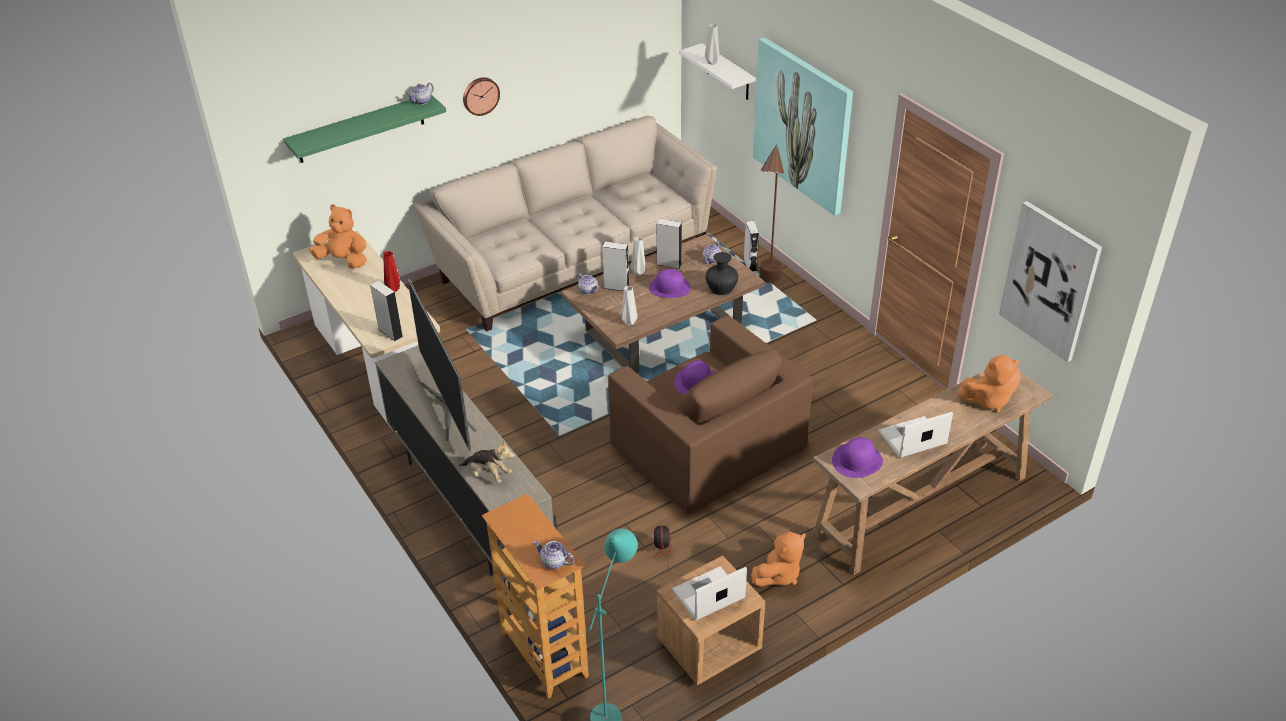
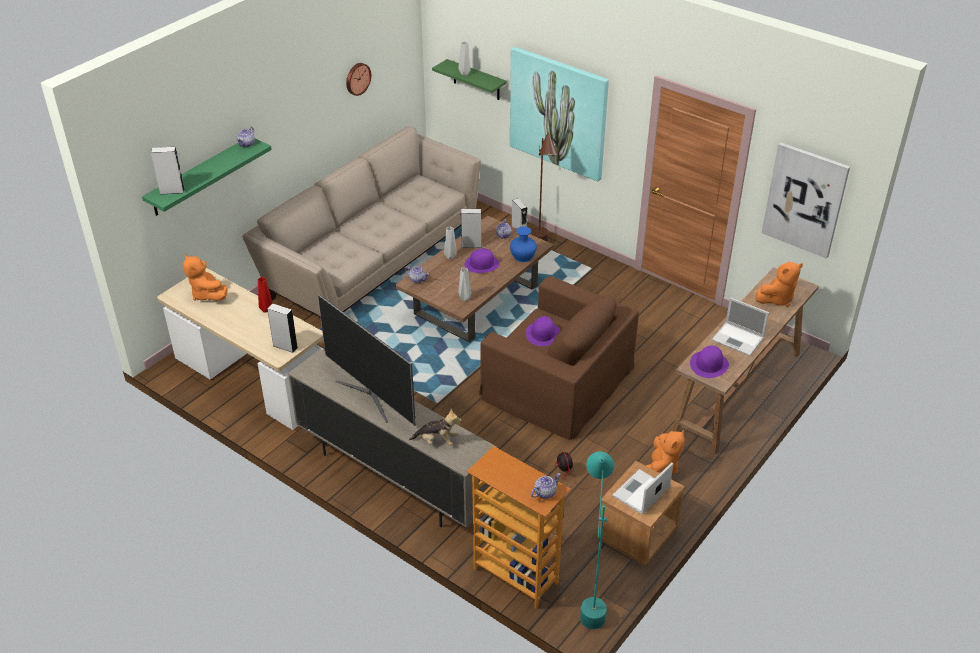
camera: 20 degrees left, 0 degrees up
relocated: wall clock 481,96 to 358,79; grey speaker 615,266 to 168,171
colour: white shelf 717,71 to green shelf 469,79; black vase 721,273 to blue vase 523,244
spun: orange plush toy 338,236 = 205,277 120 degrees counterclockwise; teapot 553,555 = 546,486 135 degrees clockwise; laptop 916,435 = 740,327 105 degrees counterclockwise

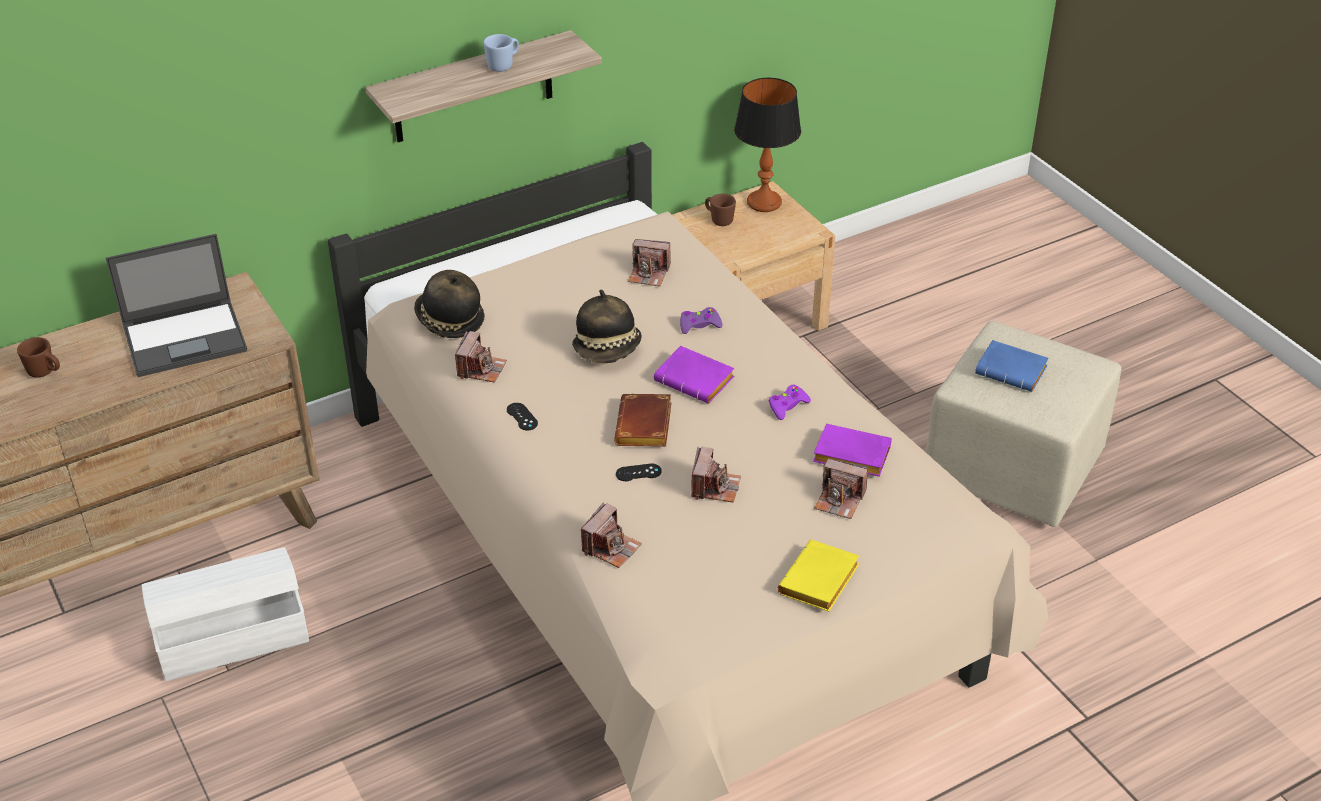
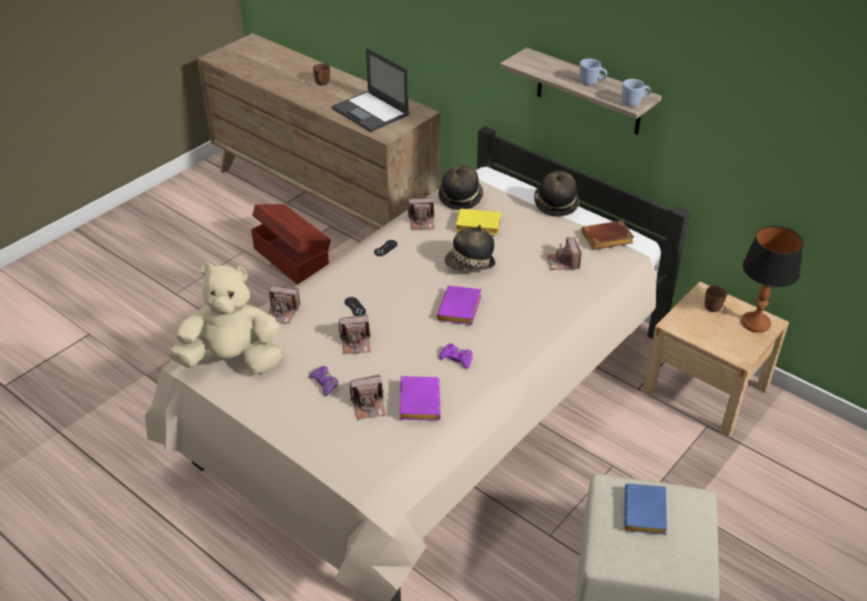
camera: 70 degrees right, 0 degrees up
appeared: beige plush toy 225,318; hat 556,194; blue mug 636,92
relocated: brown book 643,420 to 608,235; purple game controller 701,320 to 323,381; yellow book 818,576 to 478,222
colour: white storage box 225,614 to brown storage box 291,244
spun: photo camera 841,488 = 368,397 105 degrees counterclockwise

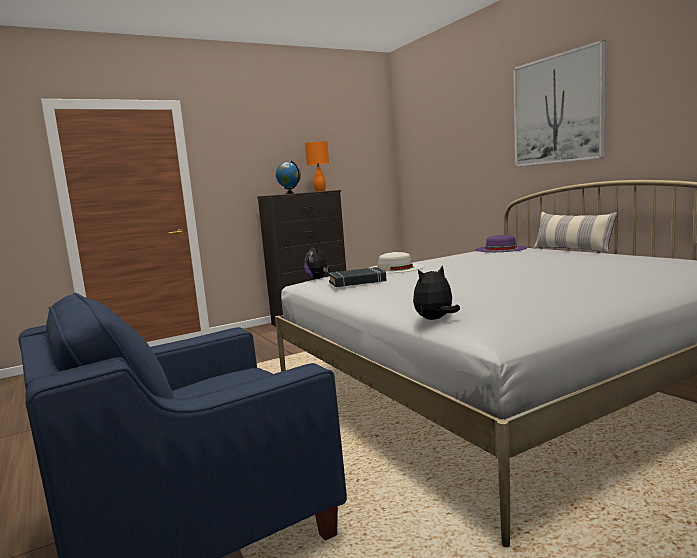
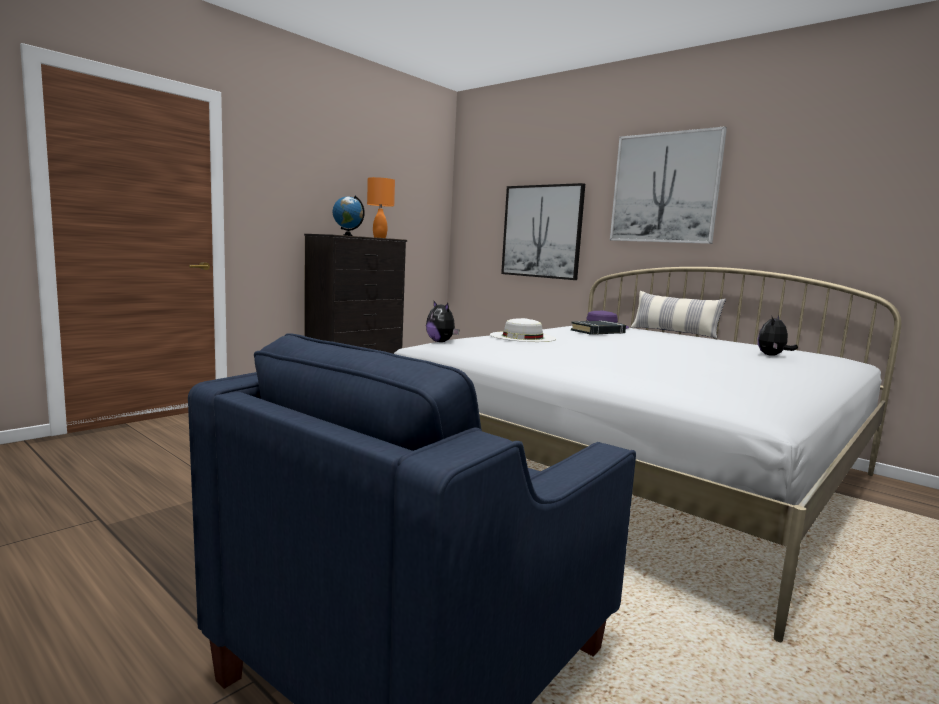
camera: 20 degrees left, 0 degrees up
appeared: picture 543,231
relocated: black book 357,277 to 598,328; plush toy 436,292 to 778,335

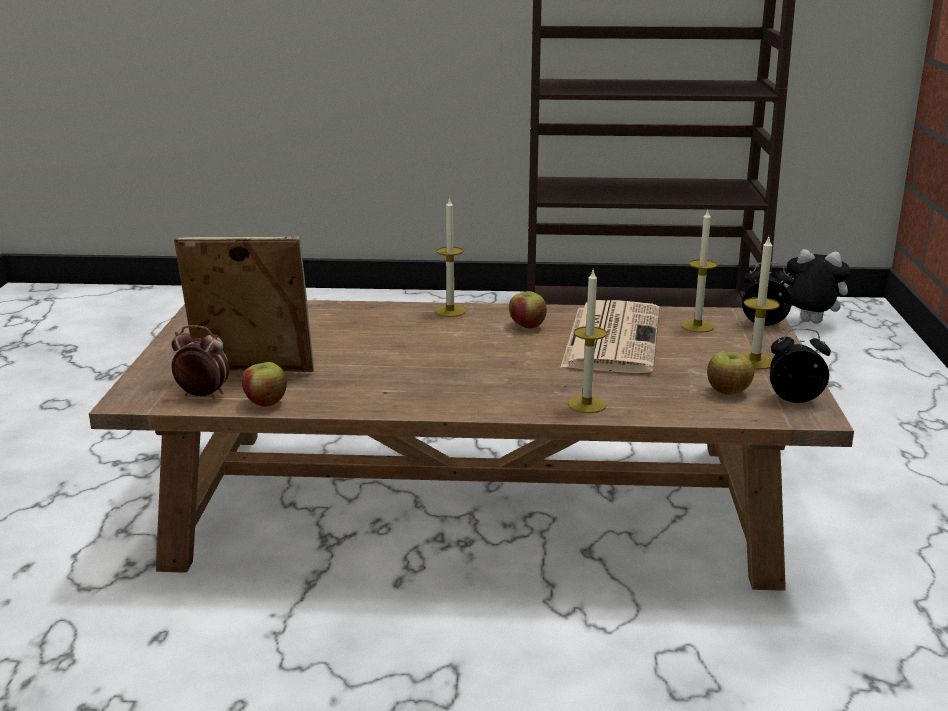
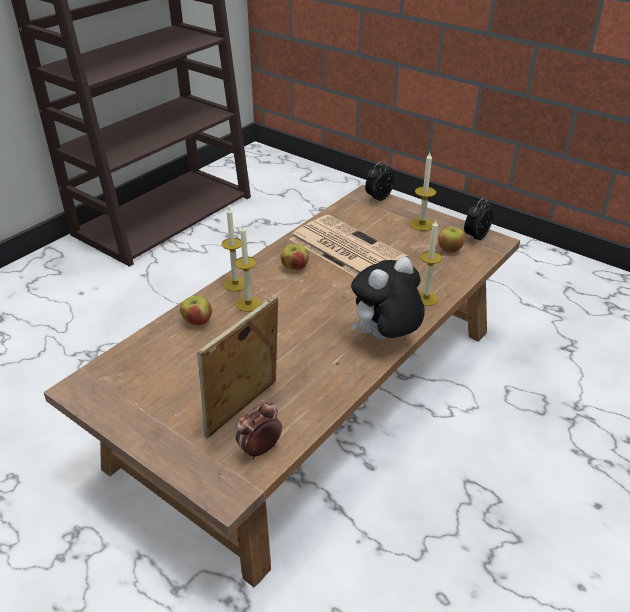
camera: 55 degrees left, 15 degrees up
relocated: apple 264,384 to 196,311; candle 699,271 to 248,268; plush toy 817,286 to 388,298

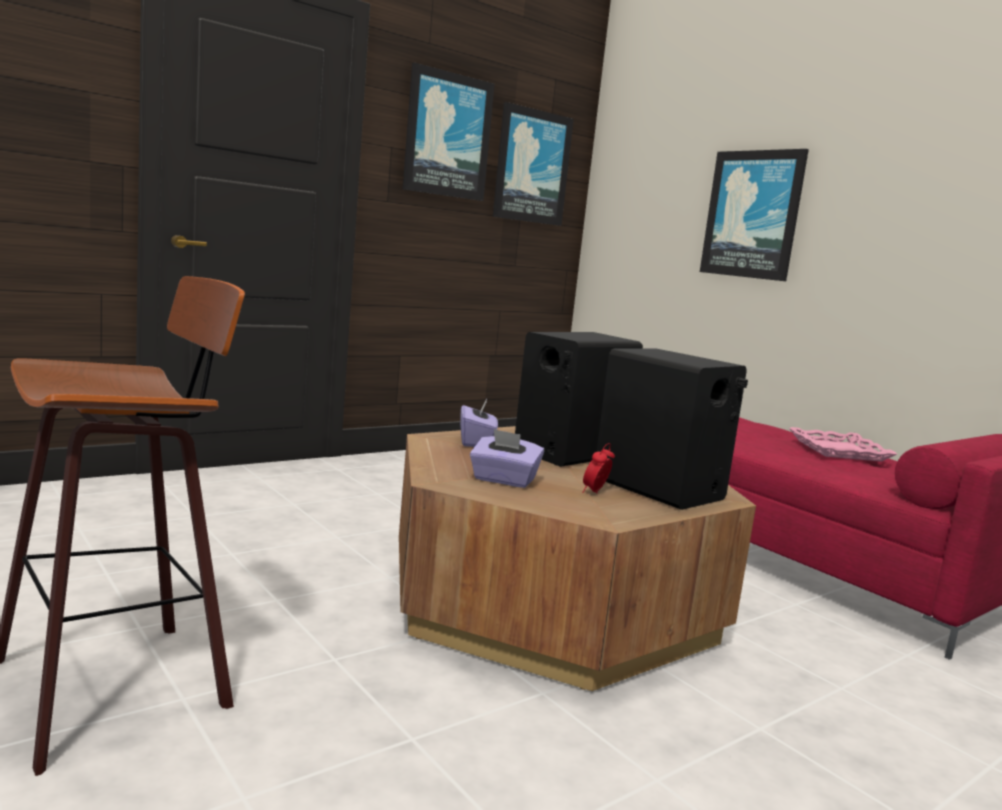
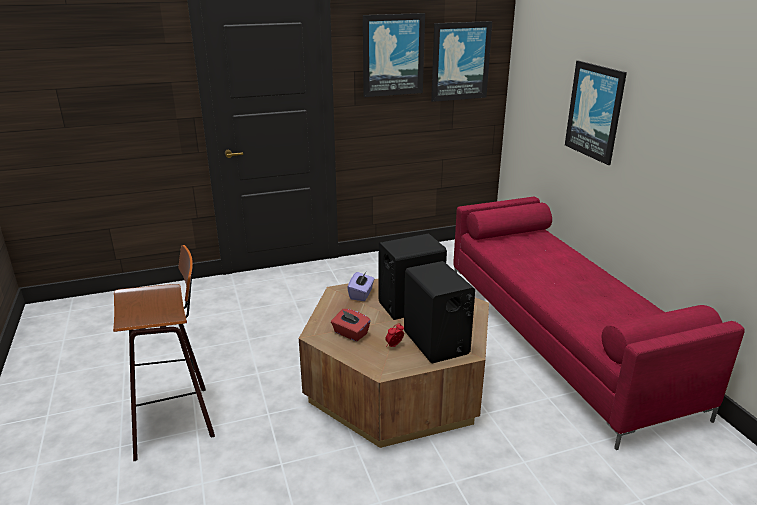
camera: 20 degrees right, 15 degrees up
missing: pink tray 843,444
colour: purple tissue box 507,458 to red tissue box 351,325

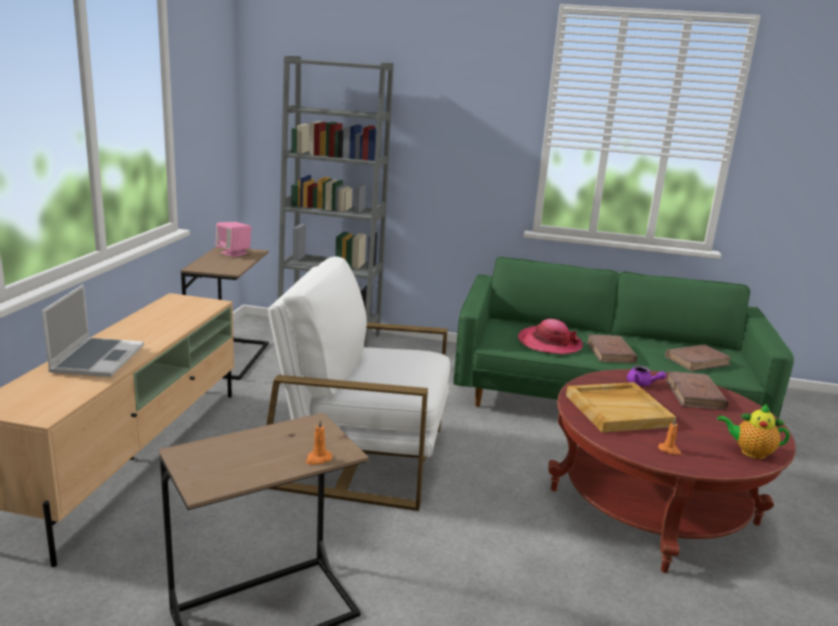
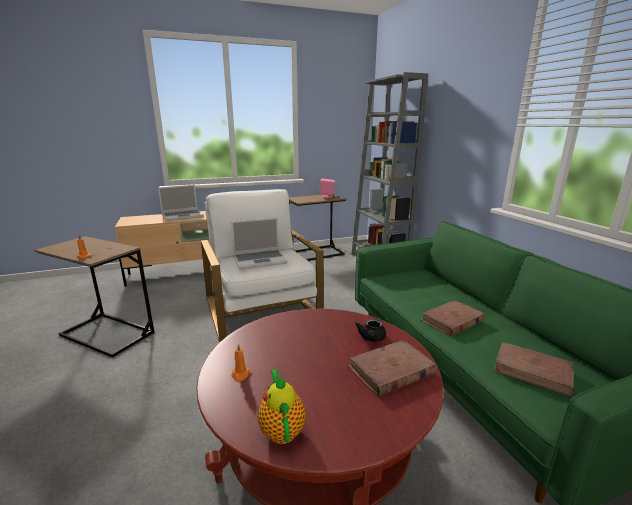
camera: 60 degrees right, 0 degrees up
missing: hat 550,336; beige tray 621,407
appeared: laptop 259,244
colour: purple teapot 646,375 to black teapot 370,330

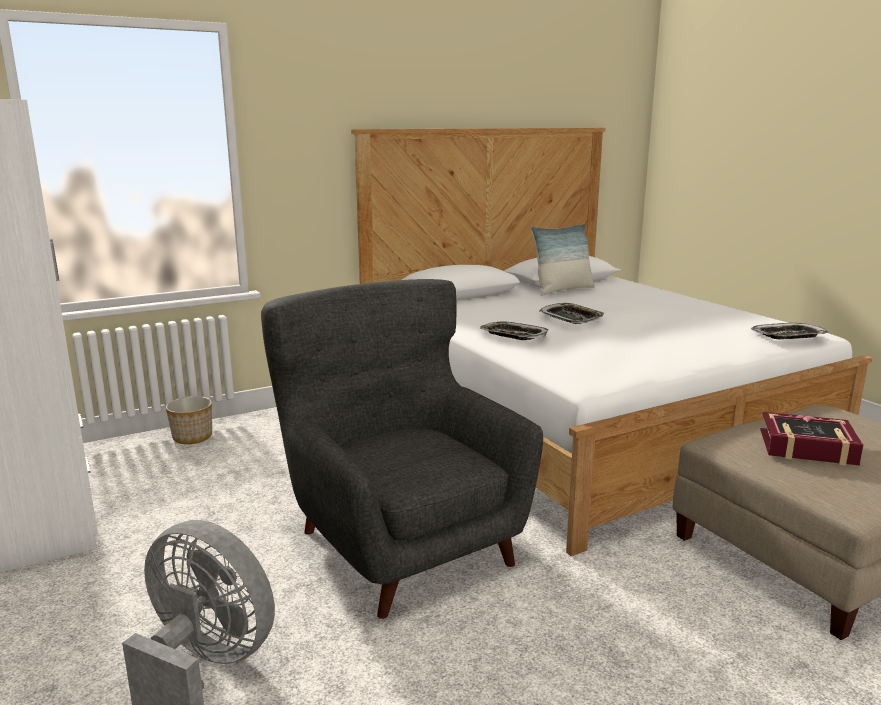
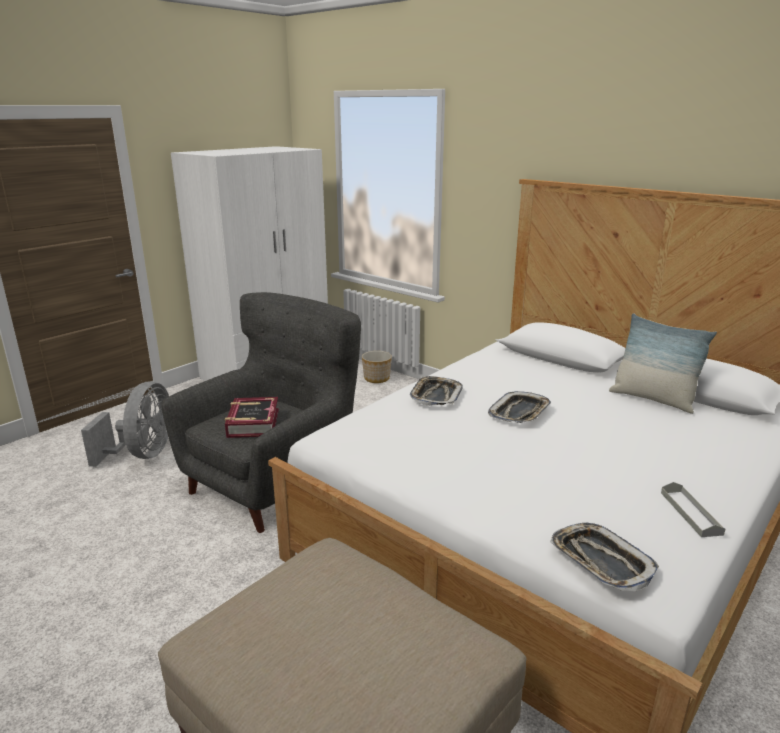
camera: 70 degrees right, 5 degrees up
appeared: grey tray 693,509
relocated: book 812,439 to 252,417

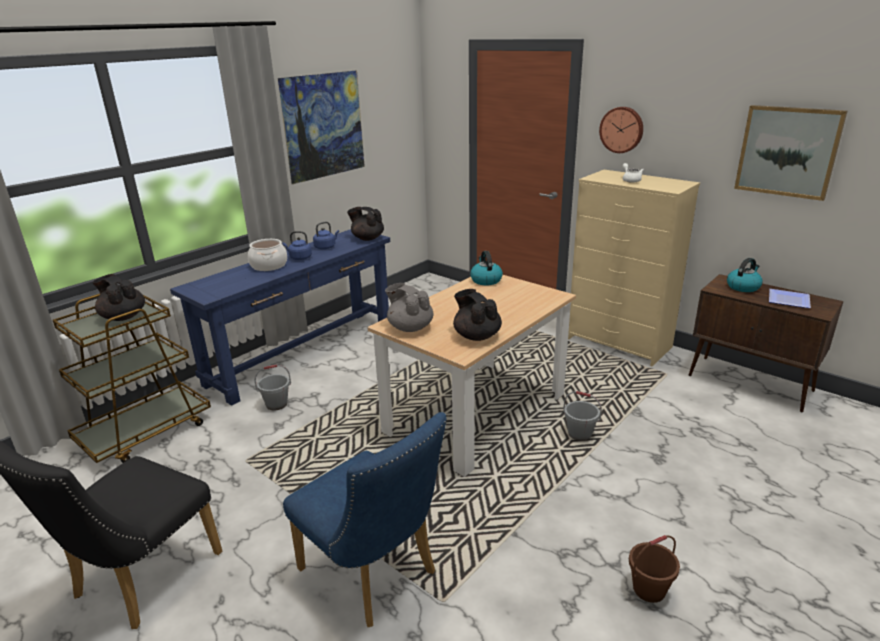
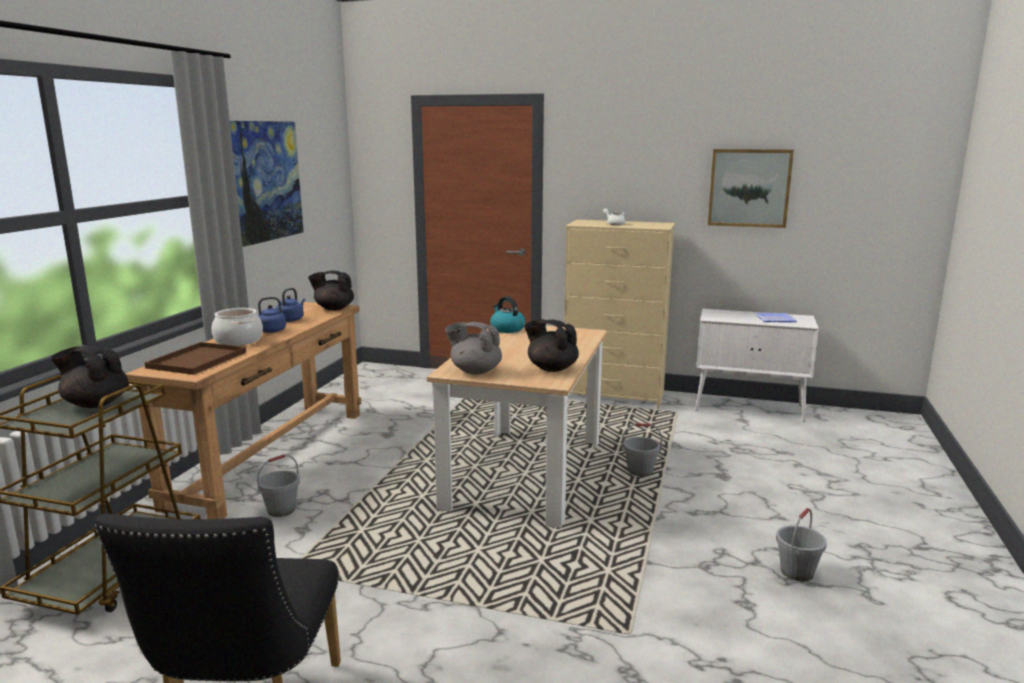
camera: 25 degrees left, 10 degrees down
missing: blue chair 365,519; wall clock 621,130; kettle 745,275
appeared: brown tray 195,358
colour: blue console table 280,317 to brown console table 243,410; brown bucket 654,569 to grey bucket 801,544; brown cabinet 766,343 to white cabinet 757,365

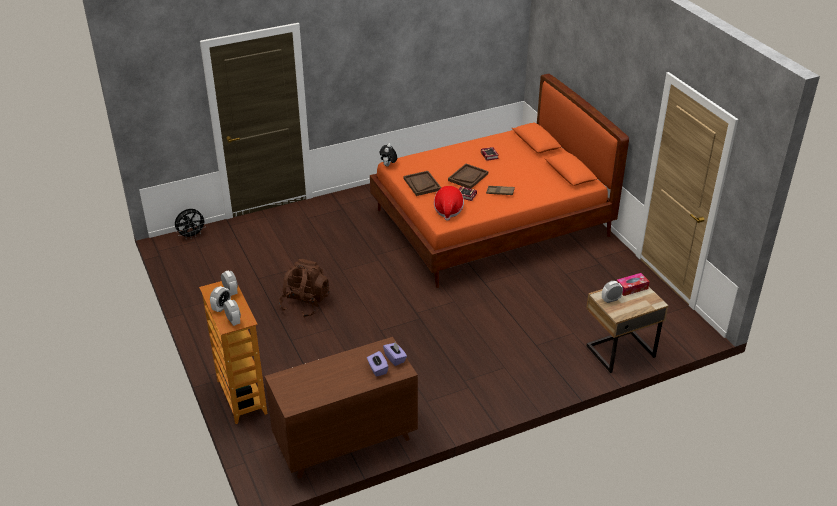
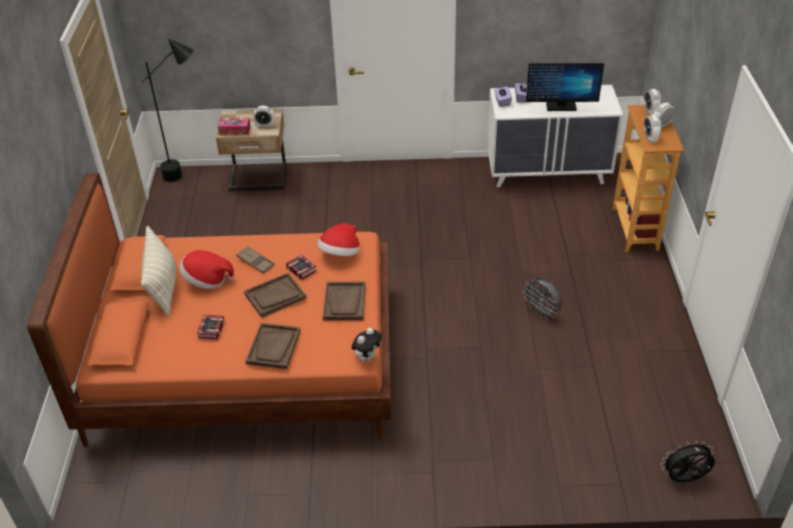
camera: 155 degrees left, 5 degrees up
appeared: black floor lamp 167,110; pillow 158,271; hat 206,269; brown tray 273,346; monitor 565,87
exchanged: brown backpack 304,288 to grey fan 542,298
colour: brown dresser 341,408 to white dresser 555,136

